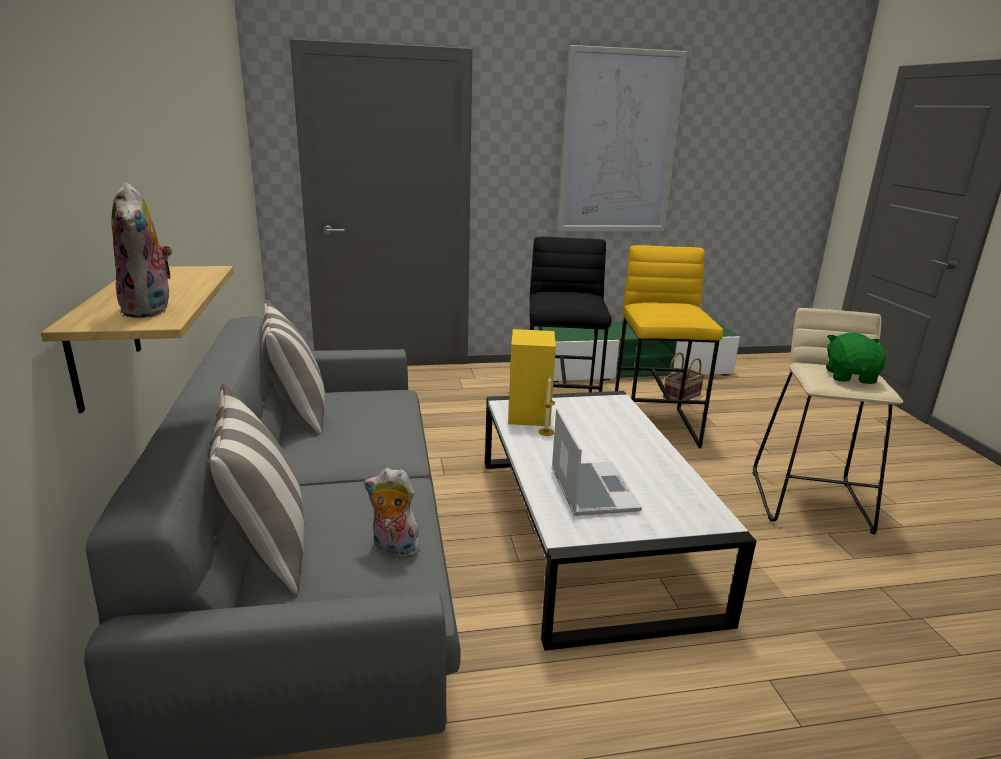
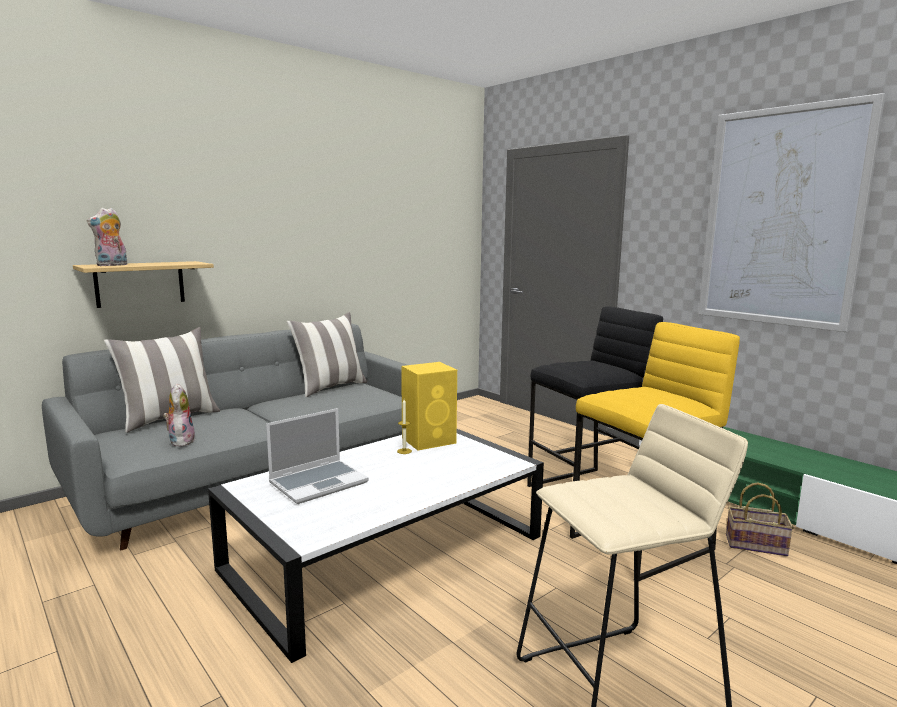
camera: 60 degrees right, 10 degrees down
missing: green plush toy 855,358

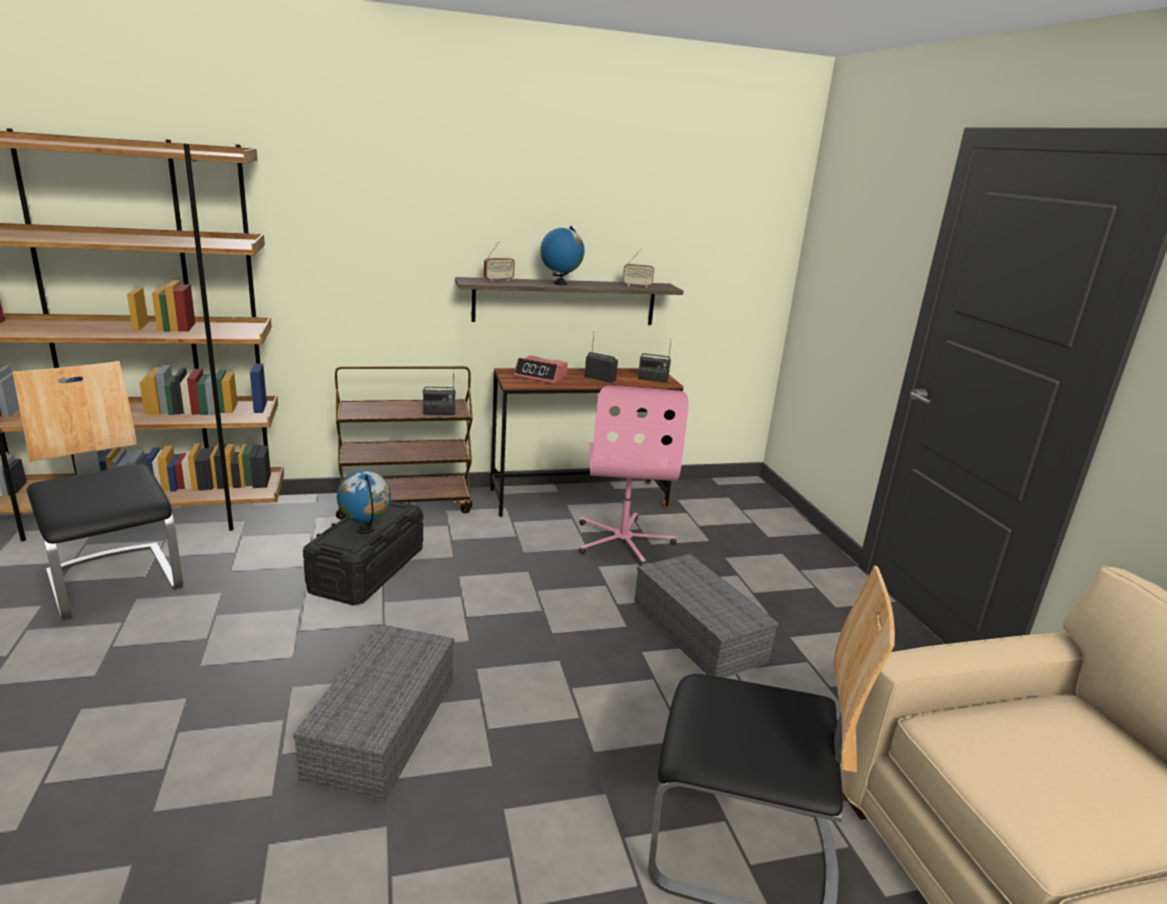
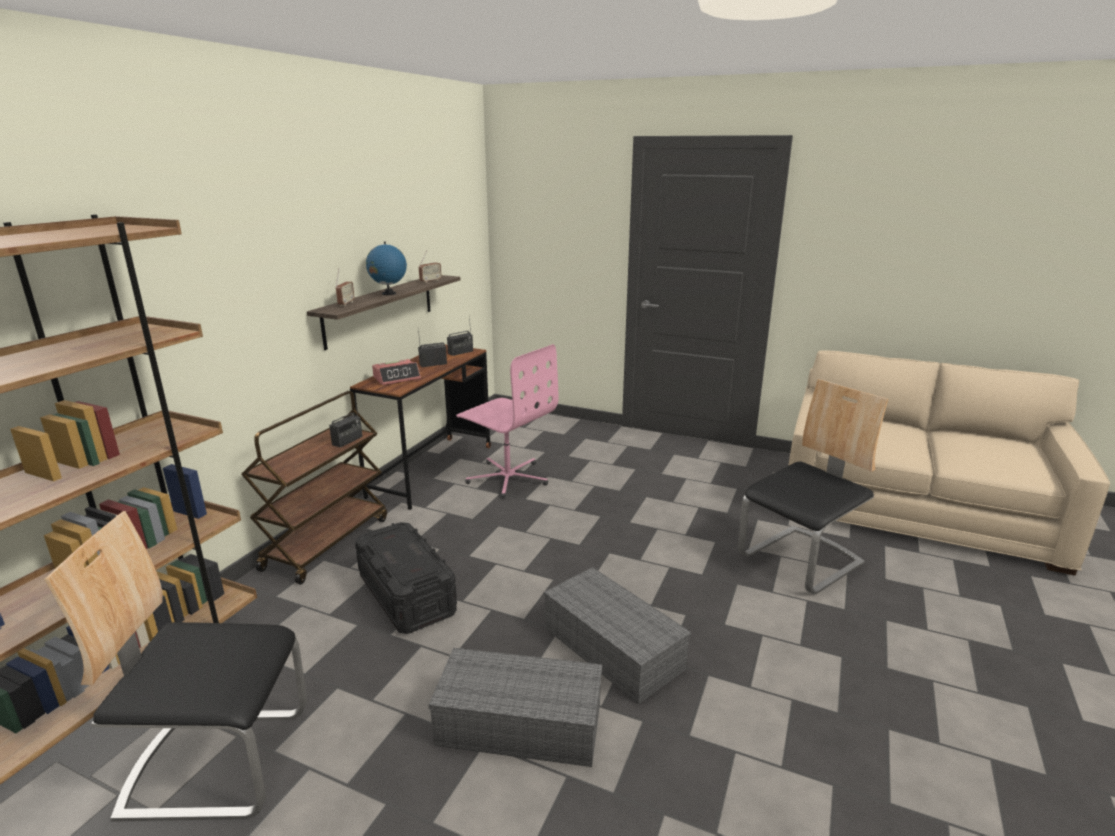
camera: 50 degrees left, 0 degrees up
missing: globe 364,502
relocated: grey storage box 706,616 to 515,707

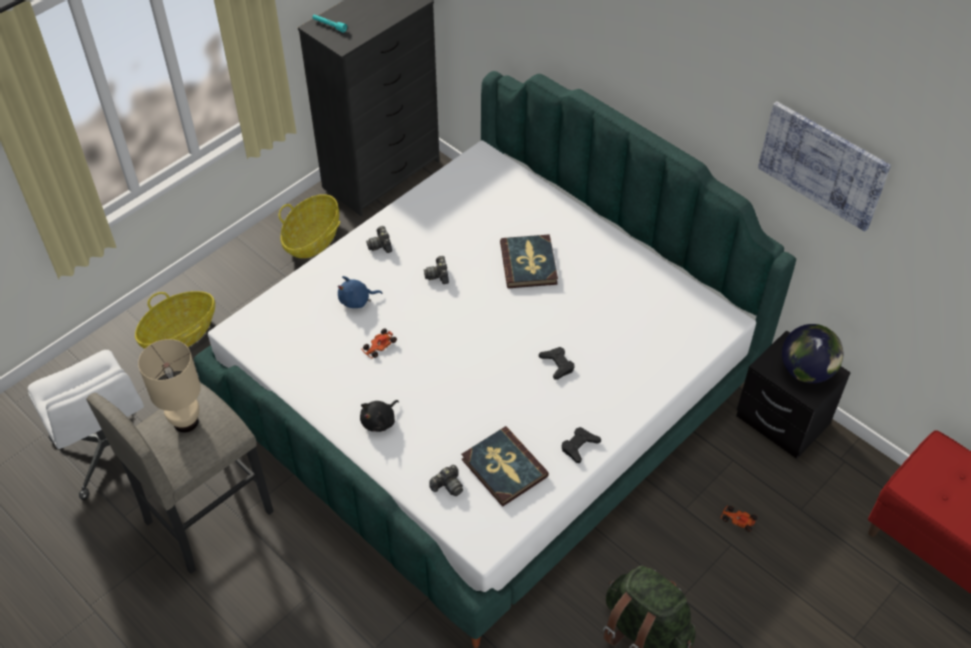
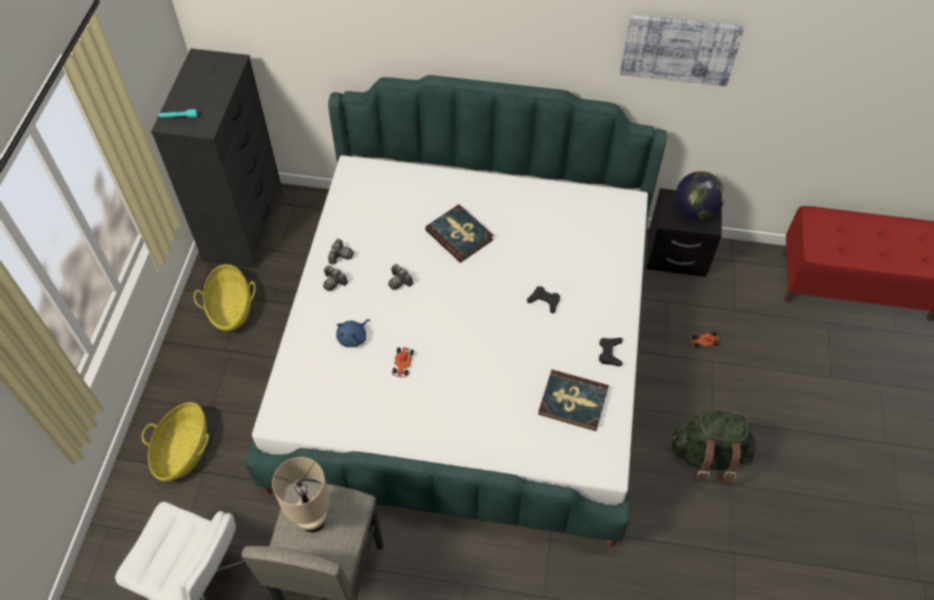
camera: 35 degrees left, 5 degrees up
missing: black plush toy 379,416
relocated: photo camera 446,480 to 341,251

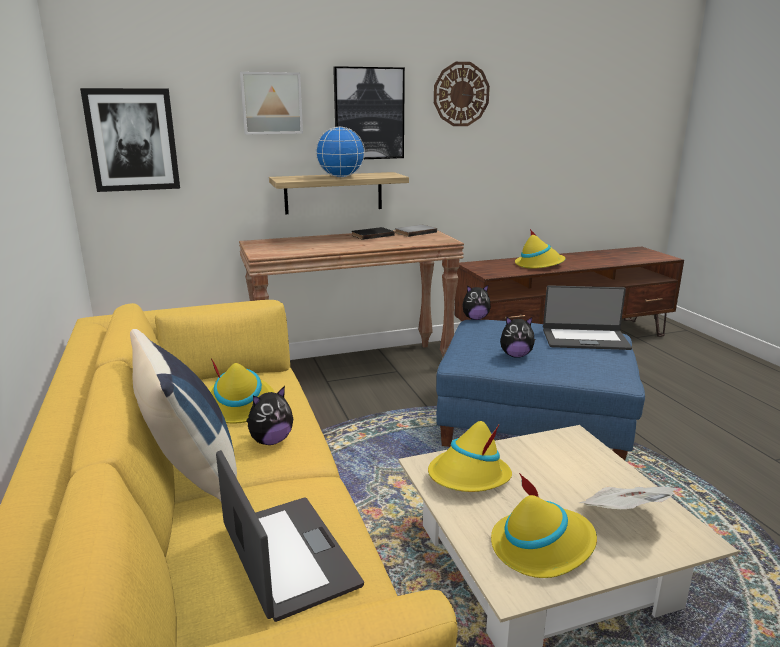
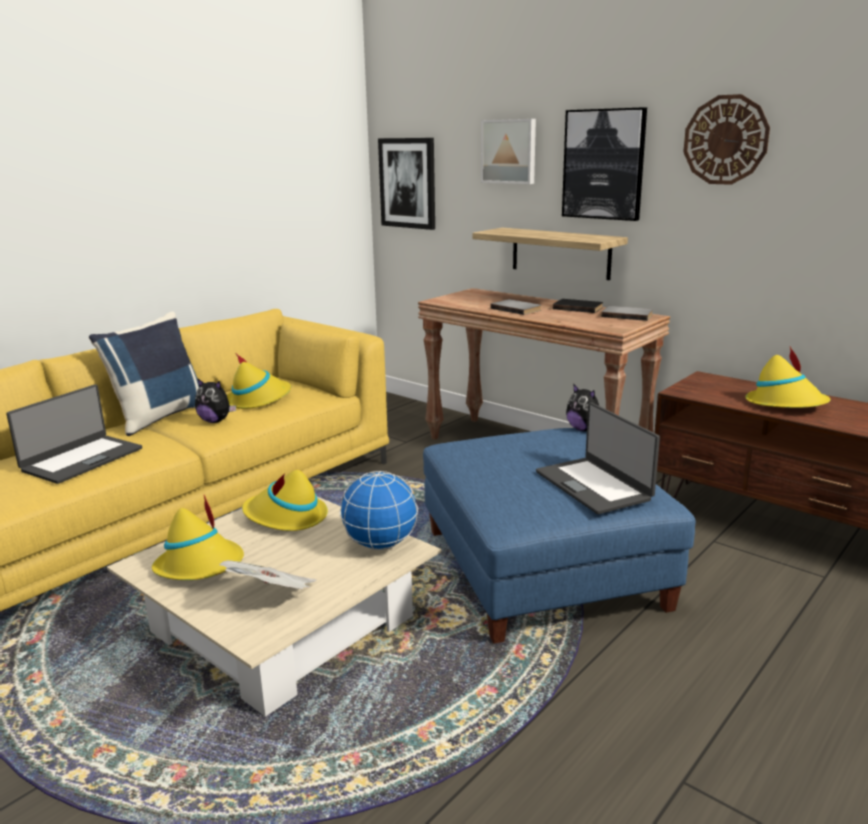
camera: 60 degrees right, 0 degrees up
missing: plush toy 517,337
appeared: grey book 515,307
relocated: globe 340,152 to 379,510

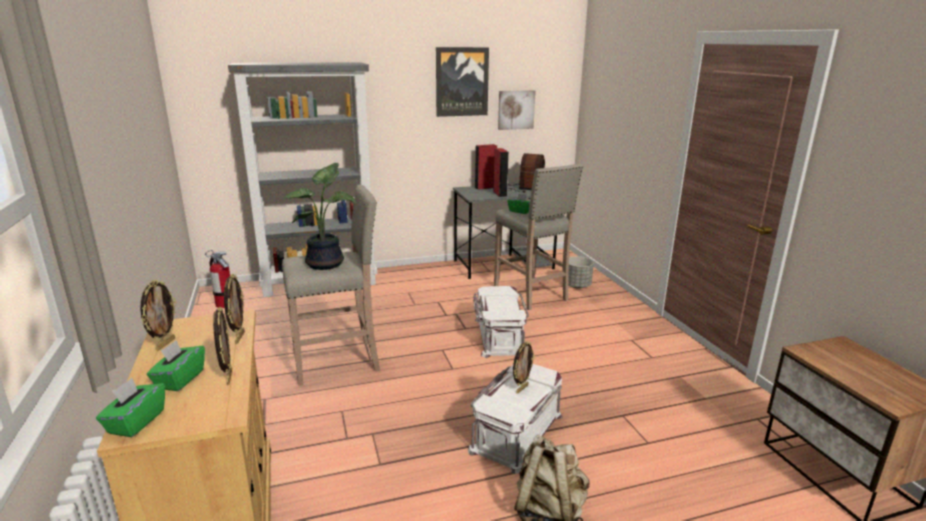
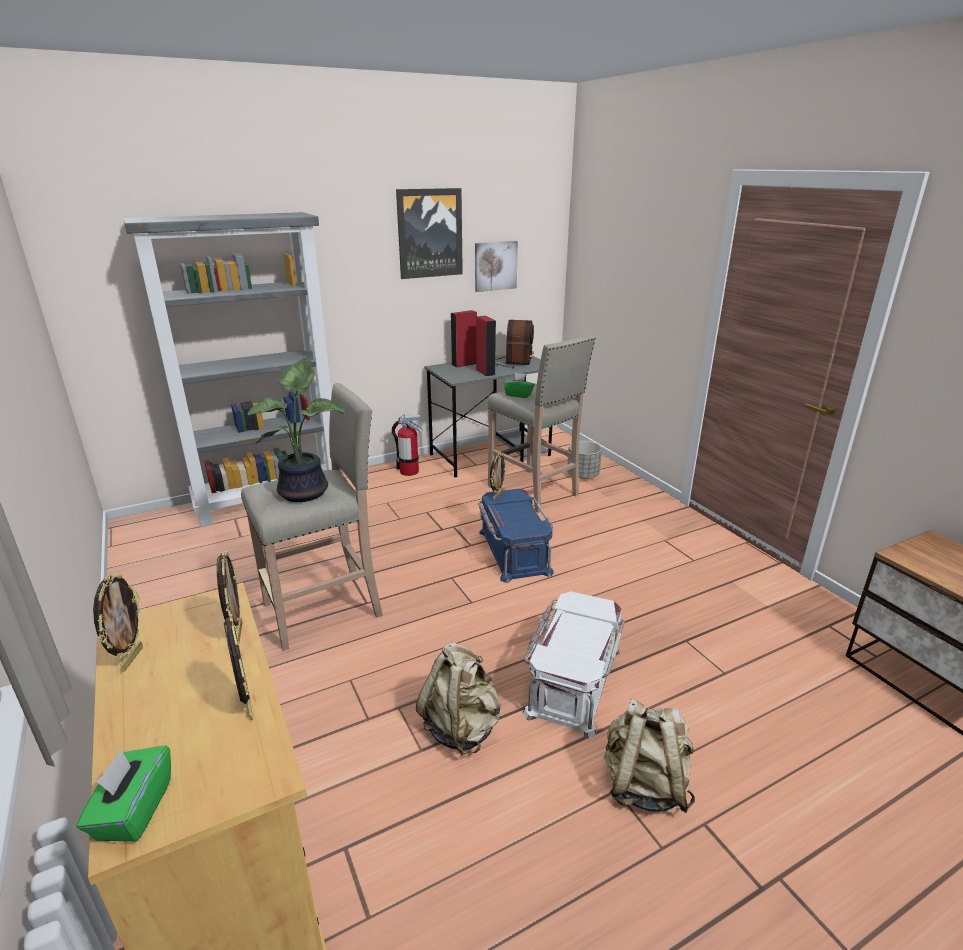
camera: 10 degrees left, 5 degrees up
missing: green tissue box 176,365
appeared: beige backpack 458,699
relocated: fire extinguisher 217,279 to 407,445; picture frame 524,367 to 498,476
colour: white storage box 501,322 to blue storage box 516,536

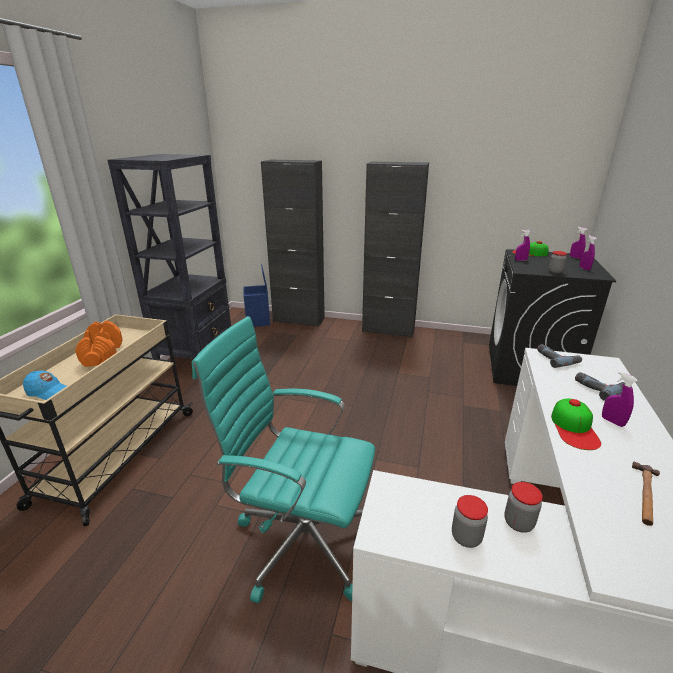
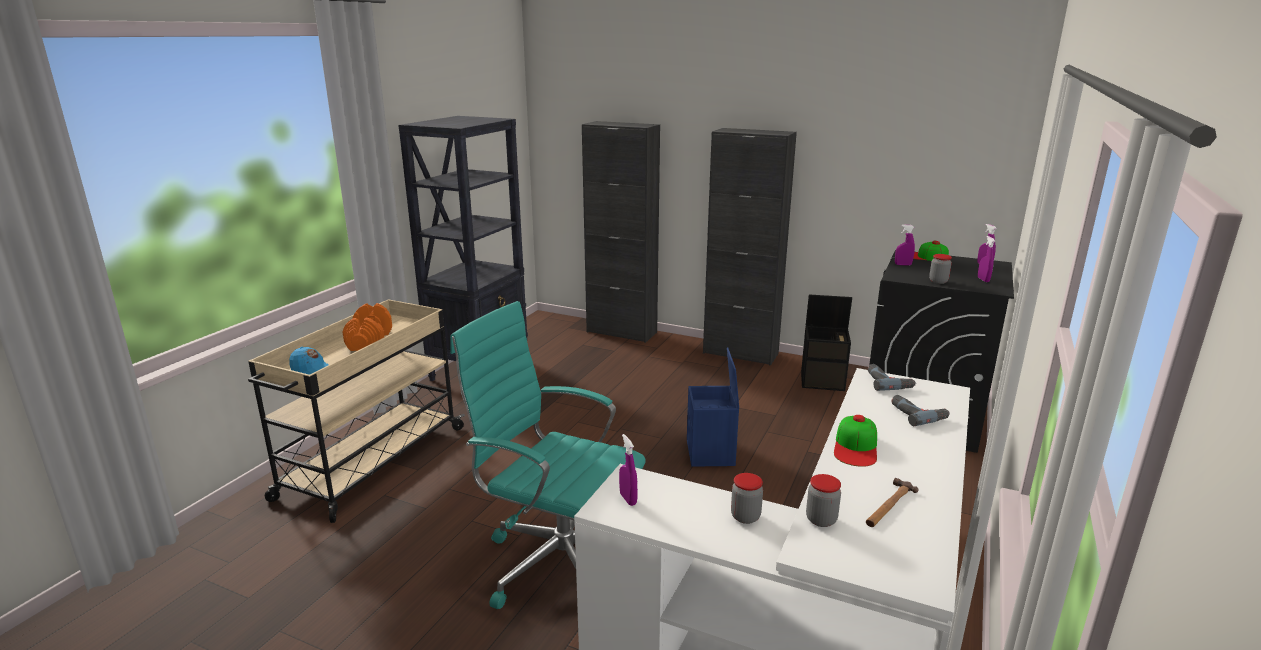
camera: 10 degrees right, 5 degrees down
appeared: black storage box 826,342
relocated: blue storage box 256,295 to 713,407; jar 470,521 to 823,500; purple spray bottle 620,399 to 628,470

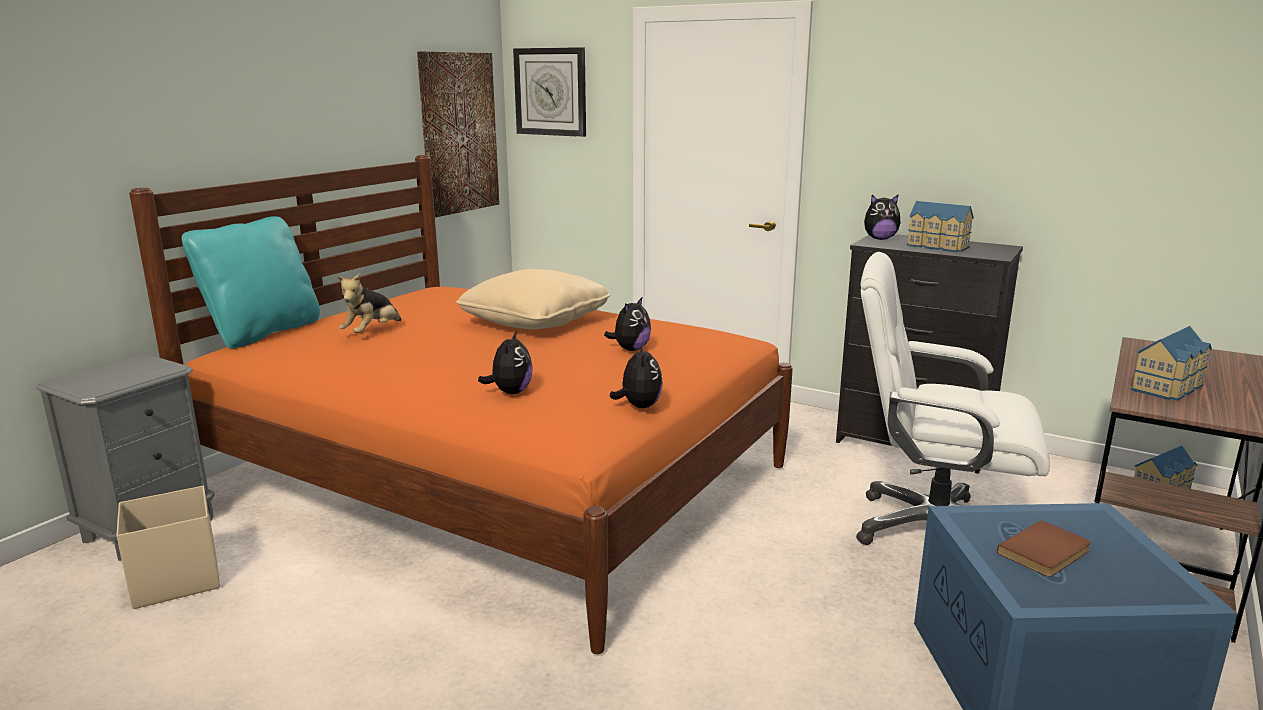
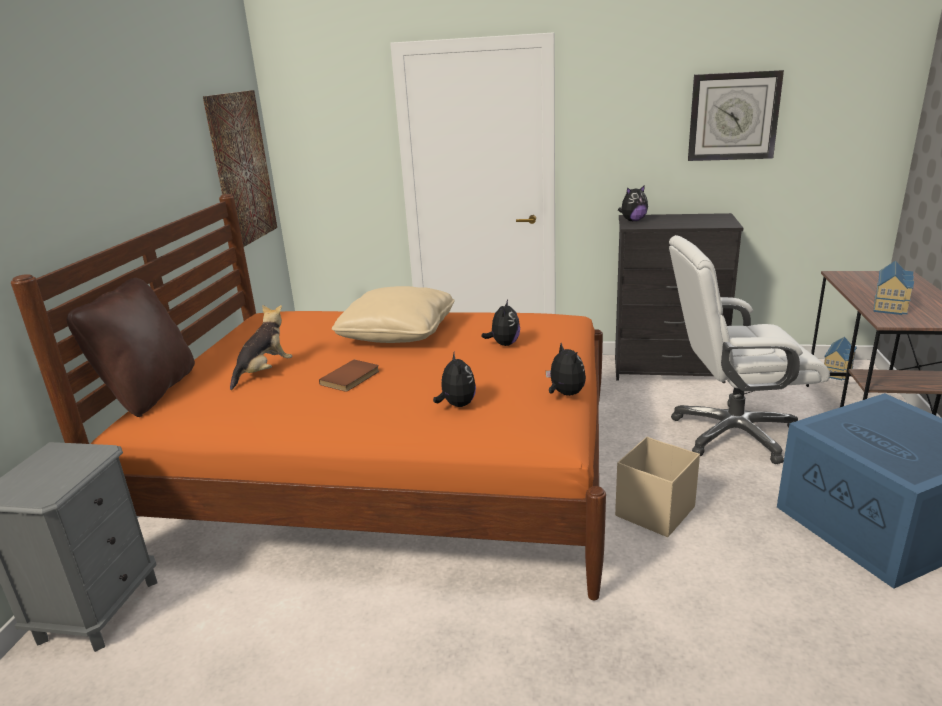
camera: 20 degrees left, 5 degrees up
missing: toy house 940,226
relocated: beige storage box 168,547 to 657,487; wall clock 549,92 to 736,115; brown book 1044,548 to 349,376
colour: turquoise pillow 251,282 to brown pillow 131,347
spun: plush toy 369,303 = 261,347 150 degrees counterclockwise

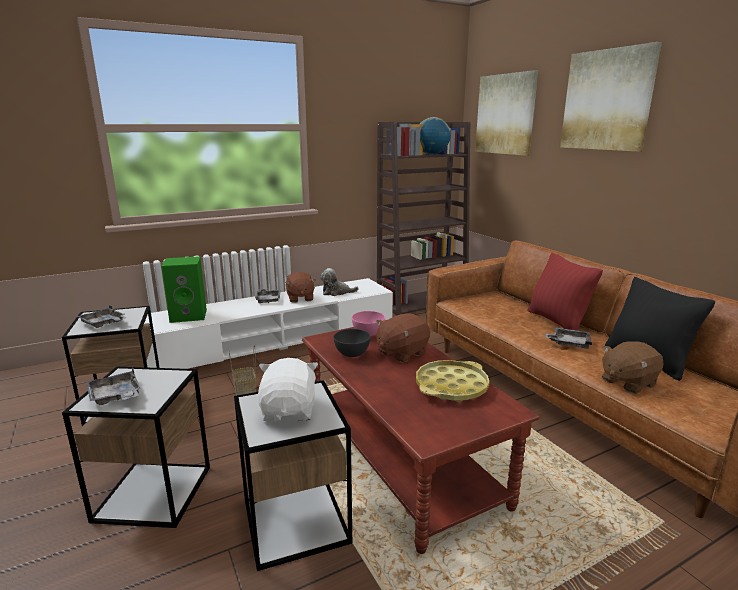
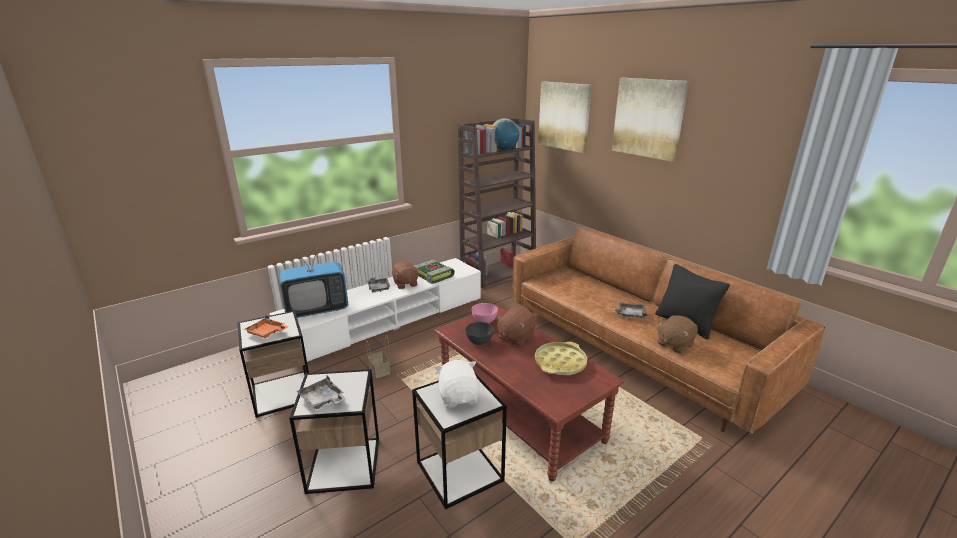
camera: 10 degrees left, 5 degrees up
missing: red pillow 565,292
exchanged: green speaker 184,289 to television 313,279; plush toy 339,282 to book 434,271
colour: grey tray 102,316 to orange tray 266,326

